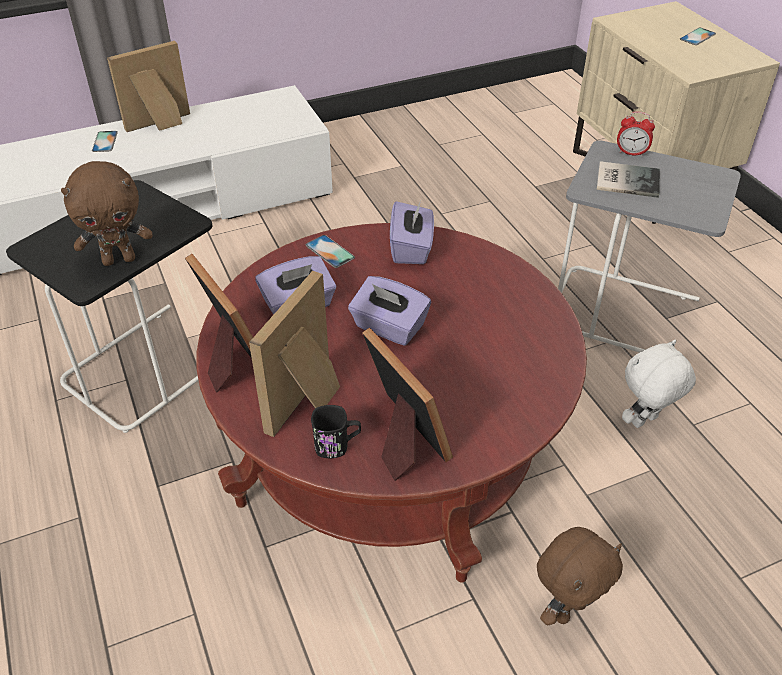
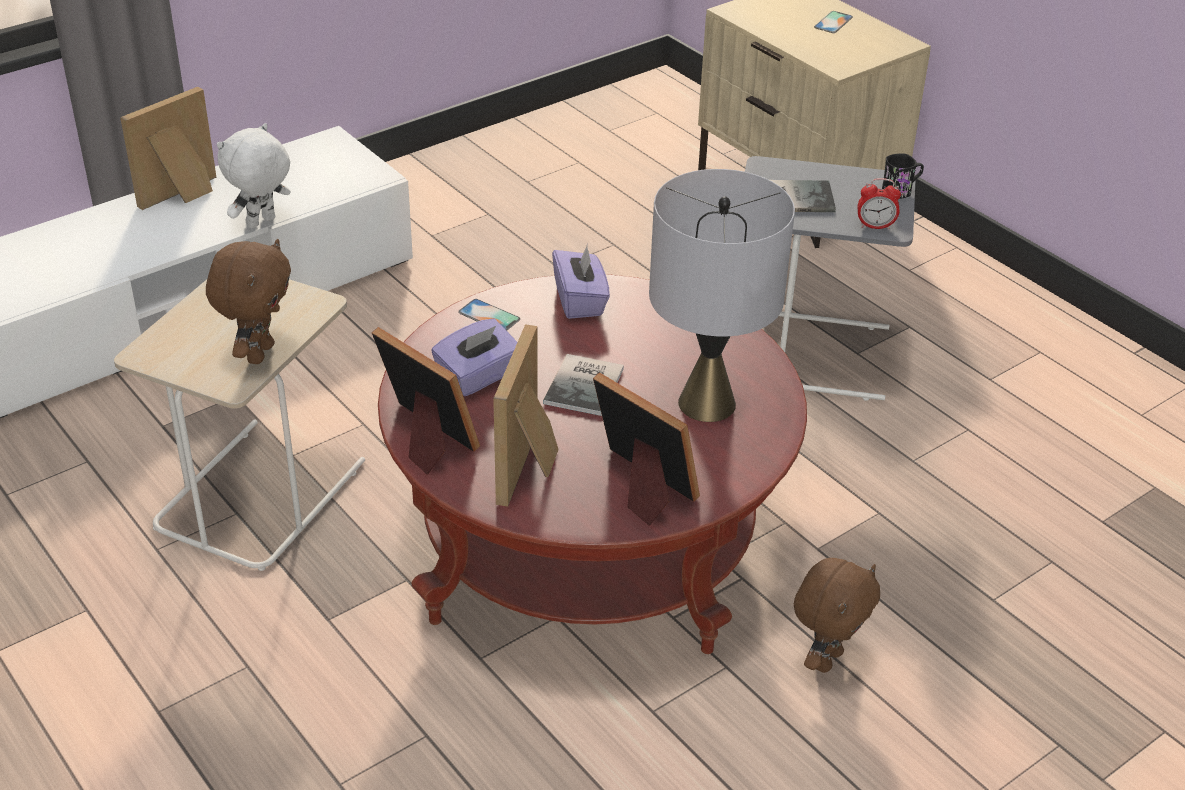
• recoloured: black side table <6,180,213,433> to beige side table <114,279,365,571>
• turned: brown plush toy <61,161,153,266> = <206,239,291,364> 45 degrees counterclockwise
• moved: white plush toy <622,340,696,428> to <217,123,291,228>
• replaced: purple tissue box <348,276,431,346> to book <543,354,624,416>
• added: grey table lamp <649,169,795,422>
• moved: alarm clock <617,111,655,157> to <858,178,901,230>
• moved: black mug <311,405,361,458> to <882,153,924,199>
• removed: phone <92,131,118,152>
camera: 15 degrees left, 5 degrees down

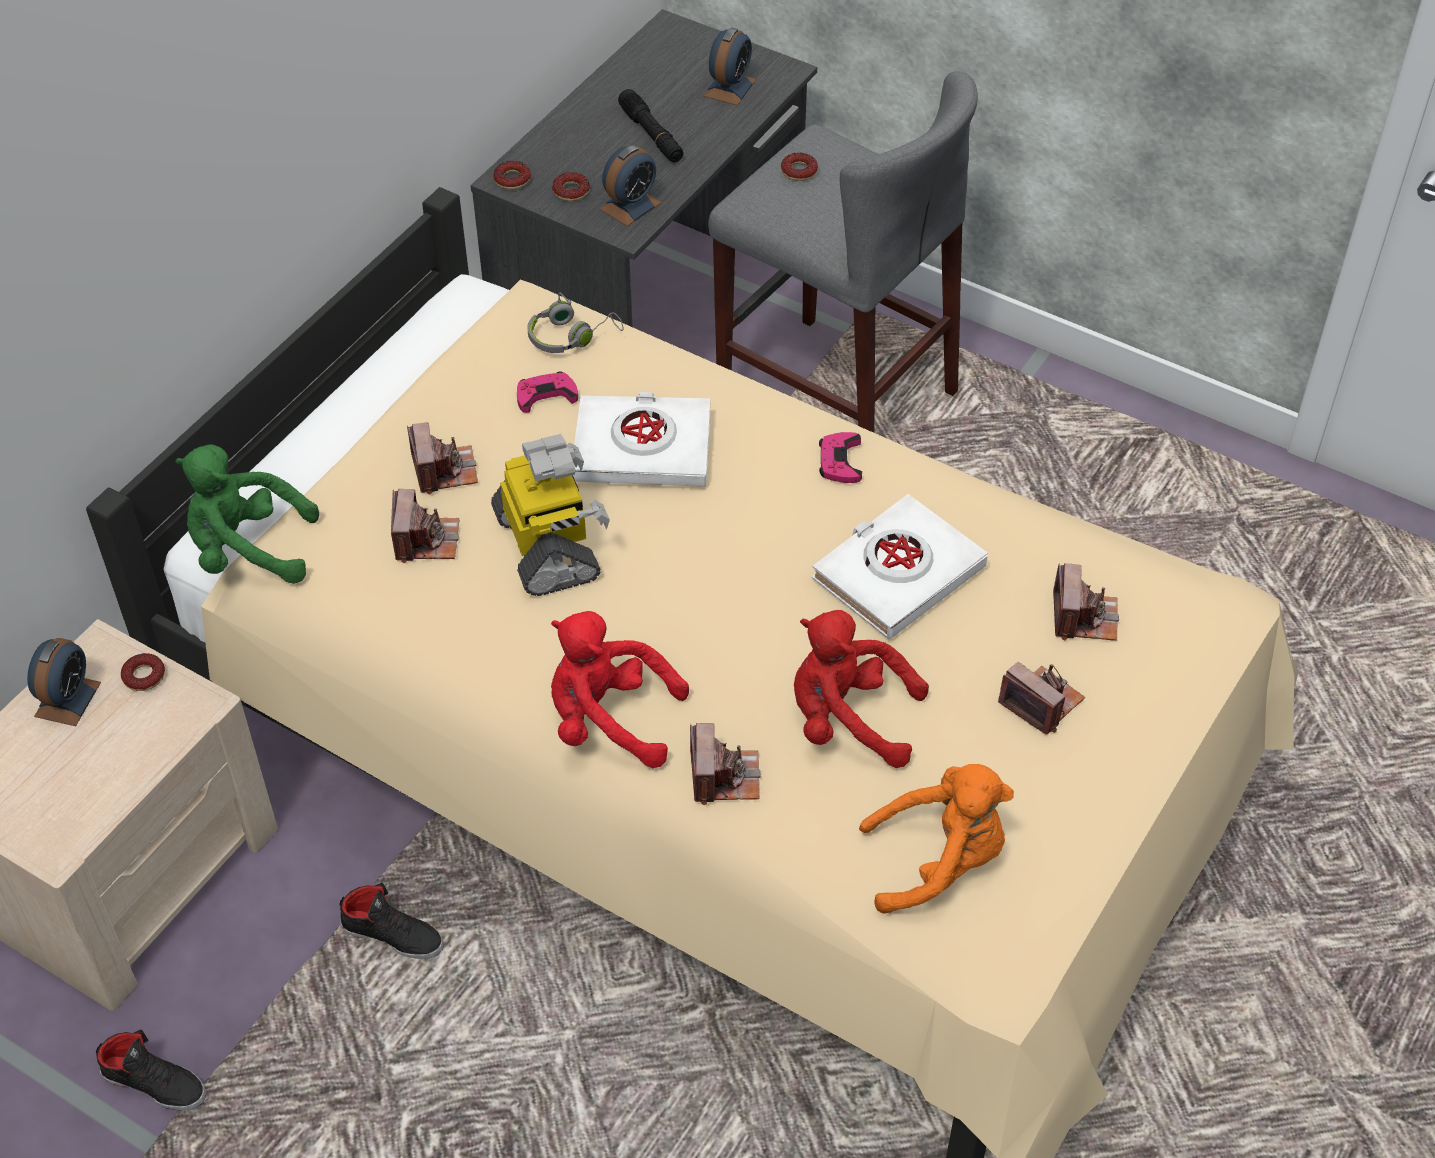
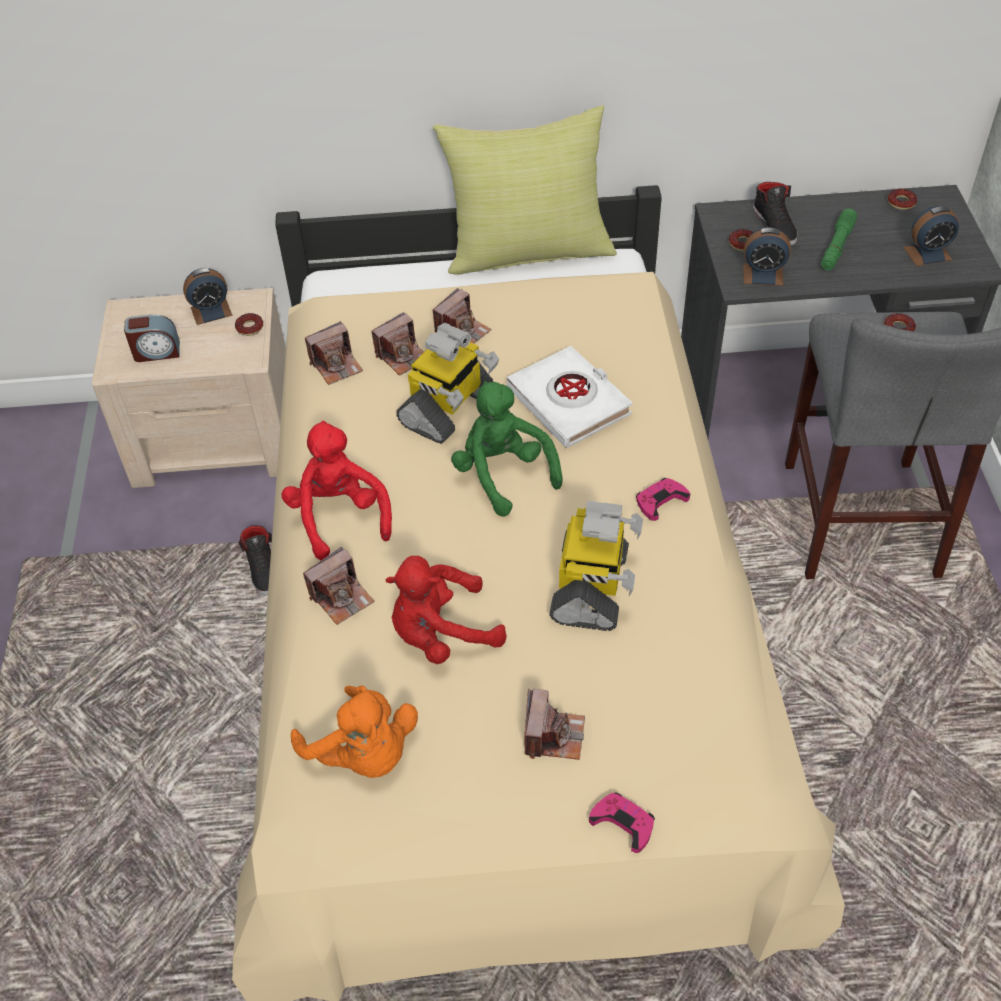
• added: alarm clock <124,314,180,362>
• moved: photo camera <1053,563,1119,641> to <305,321,363,385>
• turned: red plush toy <794,610,929,768> = <386,556,507,664> 90 degrees counterclockwise
• added: yellow pillow <433,105,617,274>
• moved: green plush toy <175,444,319,584> to <451,381,563,517>
• replaced: white book <811,494,988,639> to toy robot <550,501,643,631>
• moved: pink game controller <517,371,578,413> to <589,793,655,853>
• moved: black shoe <96,1029,206,1110> to <753,182,798,246>
• recoloured: black flashlight <618,89,683,162> to green flashlight <821,208,857,270>
• moved: donut <493,161,531,190> to <888,188,917,210>
• removed: grey headphones <527,293,624,353>
camera: 55 degrees right, 0 degrees up

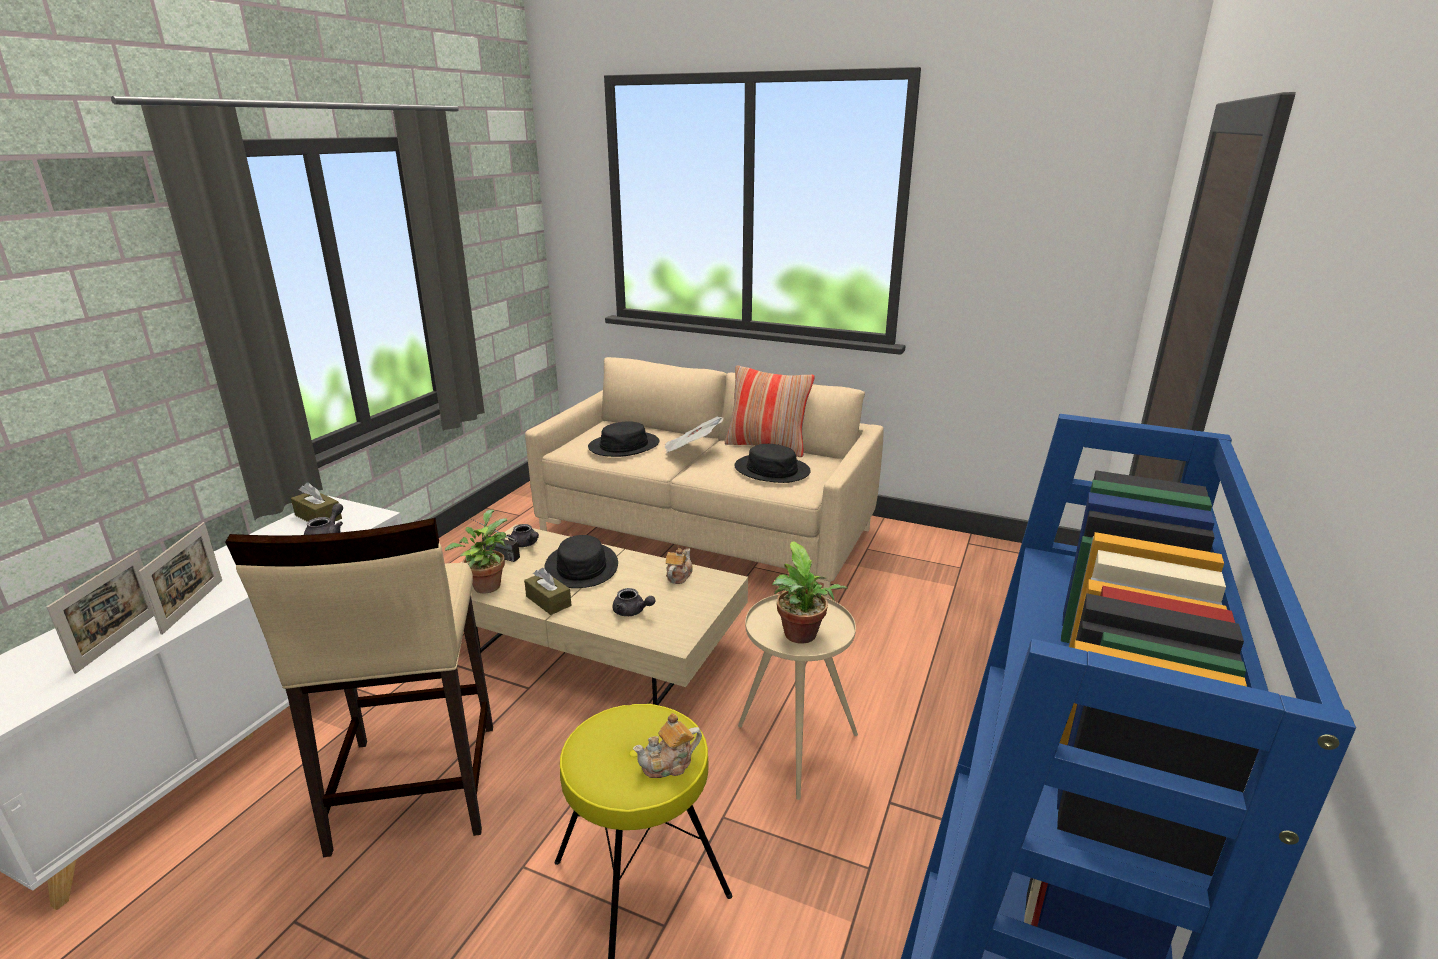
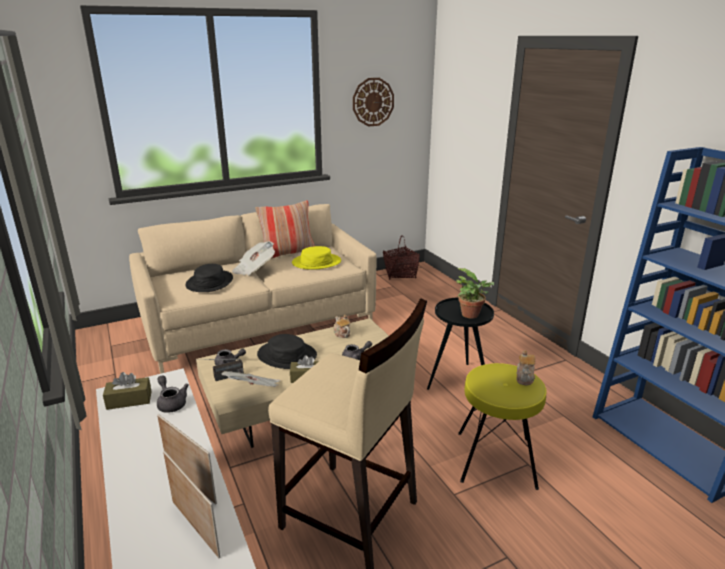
• replaced: potted plant <445,510,507,594> to newspaper <222,371,281,387>
• recoloured: black hat <734,444,811,483> to yellow hat <292,246,341,270>
• added: wall clock <353,78,394,127>
• added: basket <383,235,420,280>
• recoloured: beige side table <738,594,858,800> to black side table <427,297,494,390>
camera: 50 degrees left, 0 degrees up

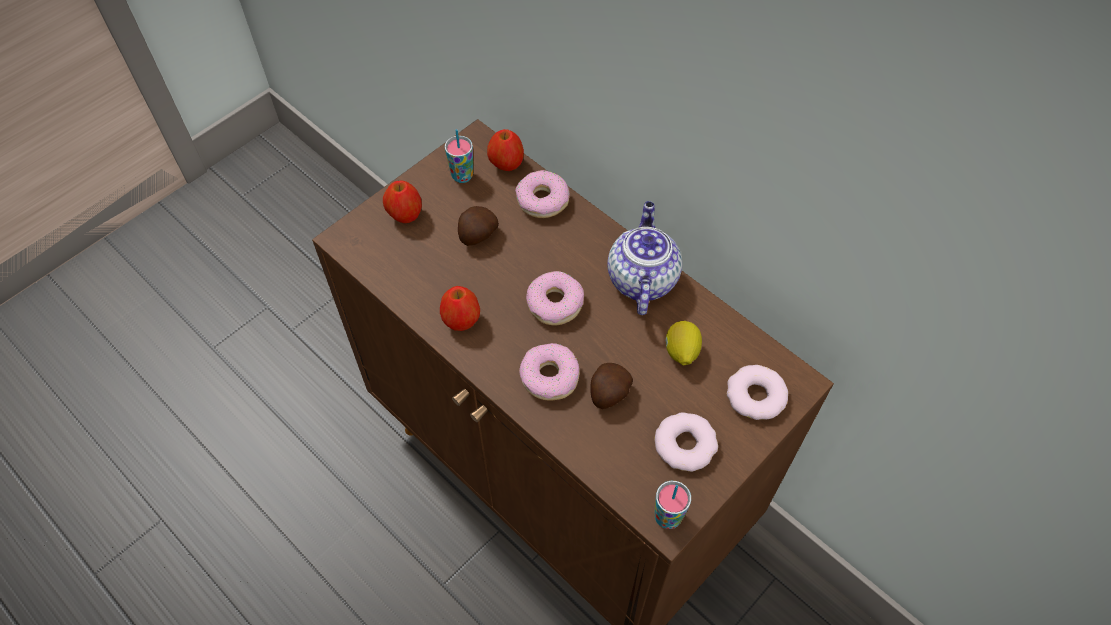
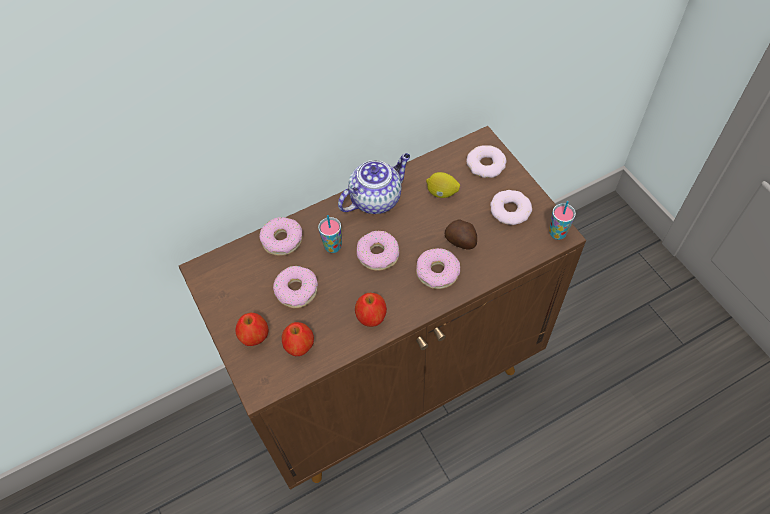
• replaced: potato <458,206,499,246> to donut <273,266,318,308>
• moved: apple <487,129,524,171> to <282,322,314,356>
• moved: cup <445,129,473,183> to <318,215,342,253>
• turned: teapot <608,201,682,315> = <338,153,410,214> 120 degrees clockwise
camera: 70 degrees left, 0 degrees up

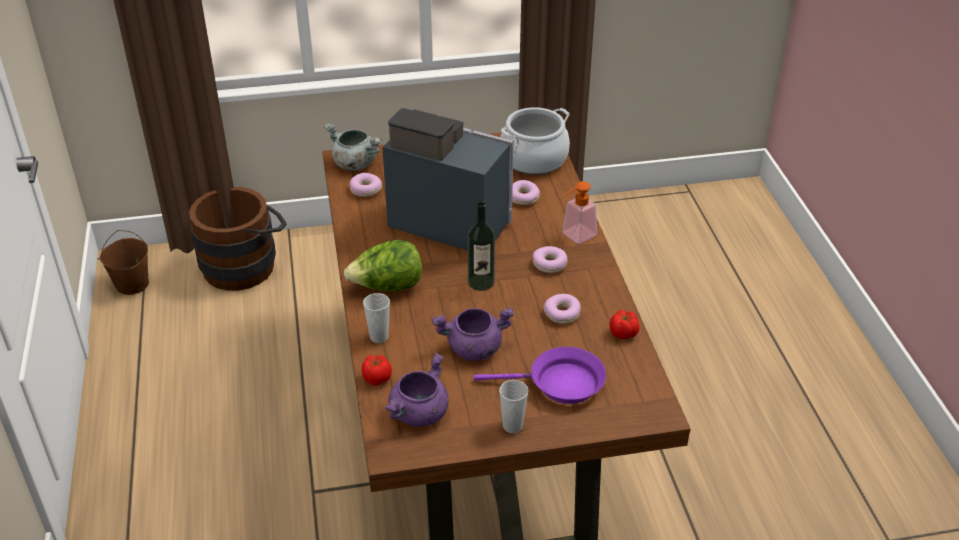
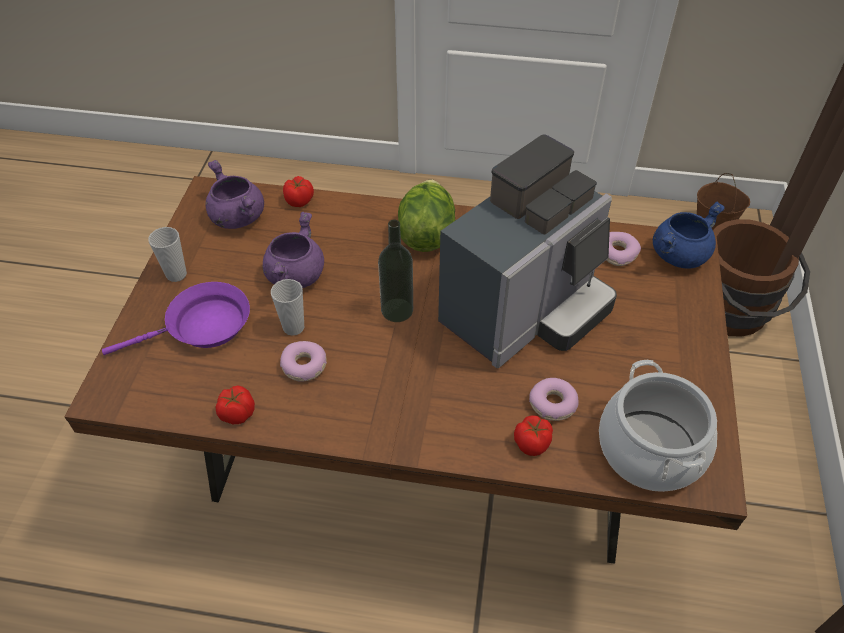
• turned: purple frying pan <474,347,606,404> = <102,282,250,355> 135 degrees counterclockwise
• moved: cup <363,293,390,343> to <271,279,304,336>
• added: tomato <514,415,553,456>
• recoloured: grey cooking pot <324,123,382,170> to blue cooking pot <653,202,725,269>
• removed: donut <533,246,568,273>
• removed: soap dispenser <562,181,597,244>
camera: 110 degrees right, 10 degrees up

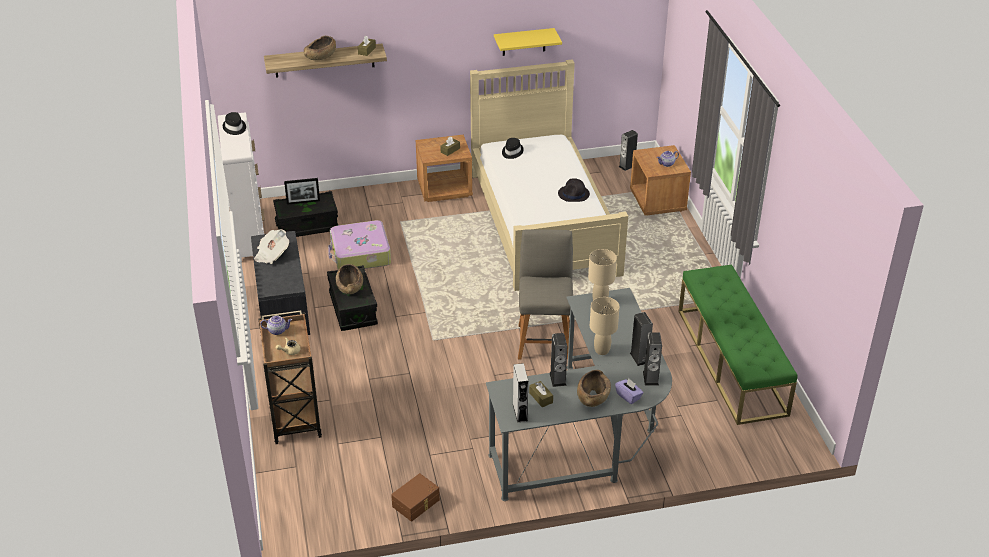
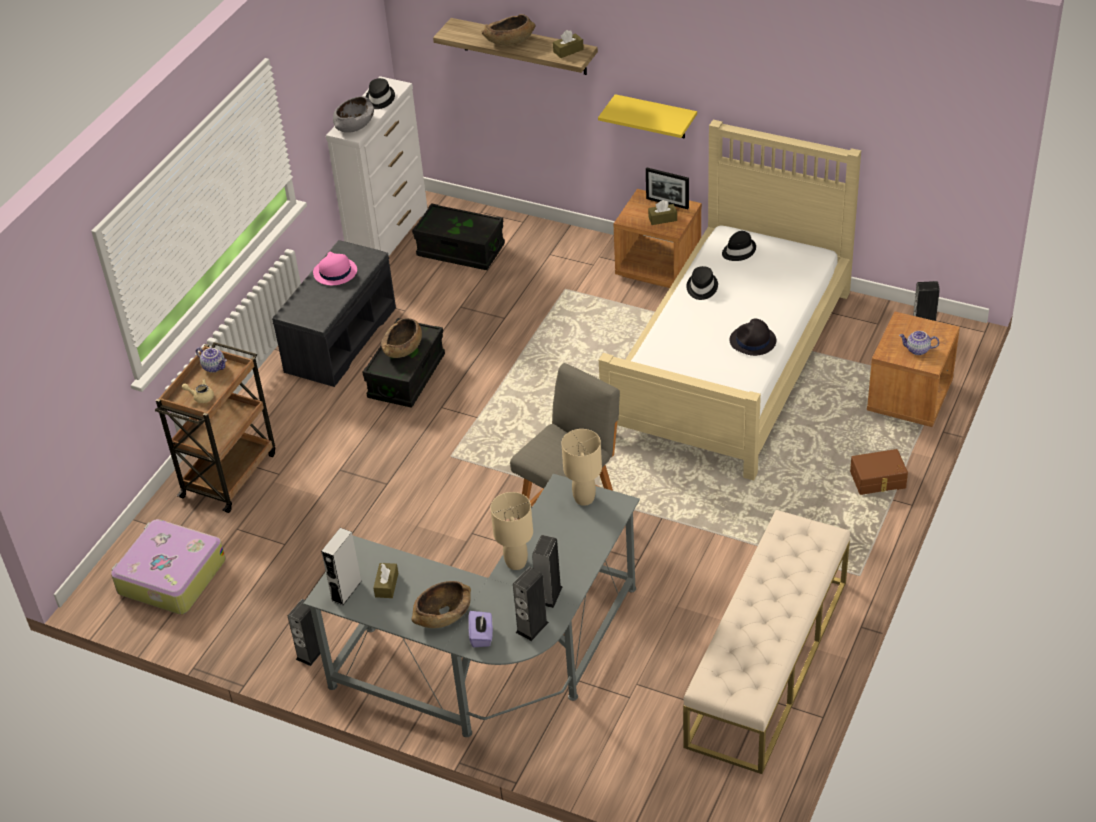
• moved: suitcase <328,220,391,270> to <111,519,226,614>
• moved: speaker <550,333,567,387> to <288,599,320,666>
• replaced: newspaper <254,229,289,264> to pink hat <313,252,357,285>
• added: grey bowl <333,96,374,133>
• moved: yellow shelf <494,28,562,56> to <598,94,697,139>
• moved: picture frame <284,178,320,205> to <646,168,689,209>
• recoloured: green bench <678,265,798,425> to beige bench <683,510,850,774>
• added: black hat <687,266,718,300>
• moved: brown storage box <391,473,440,521> to <850,449,908,495>
camera: 40 degrees right, 5 degrees up

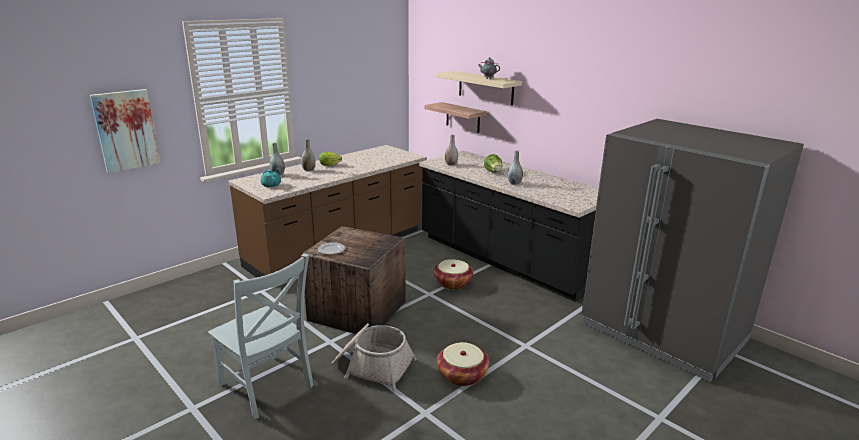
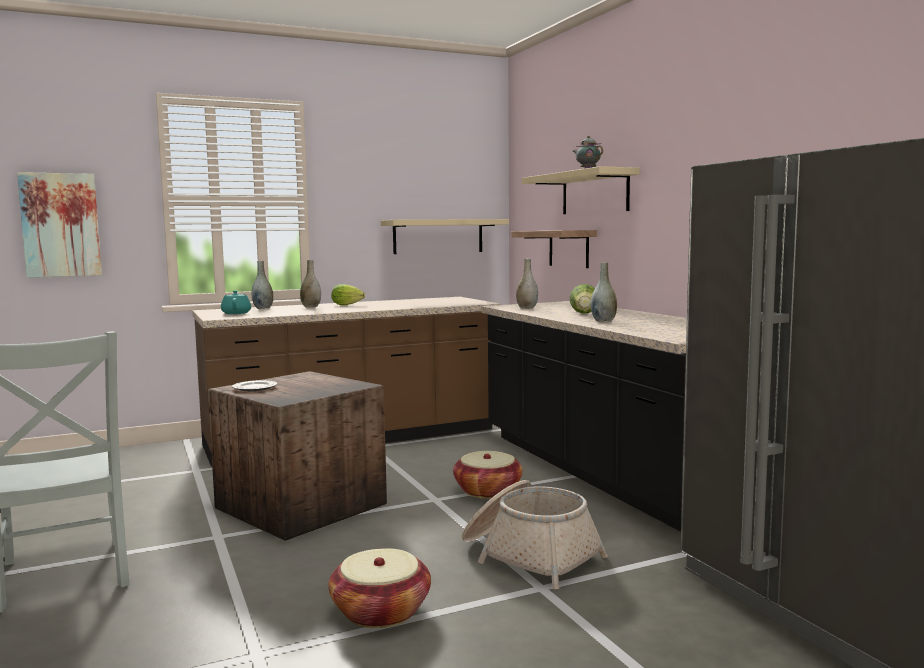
• added: beige shelf <381,219,509,254>
• moved: basket <332,323,417,392> to <462,480,608,589>
camera: 20 degrees right, 15 degrees down

